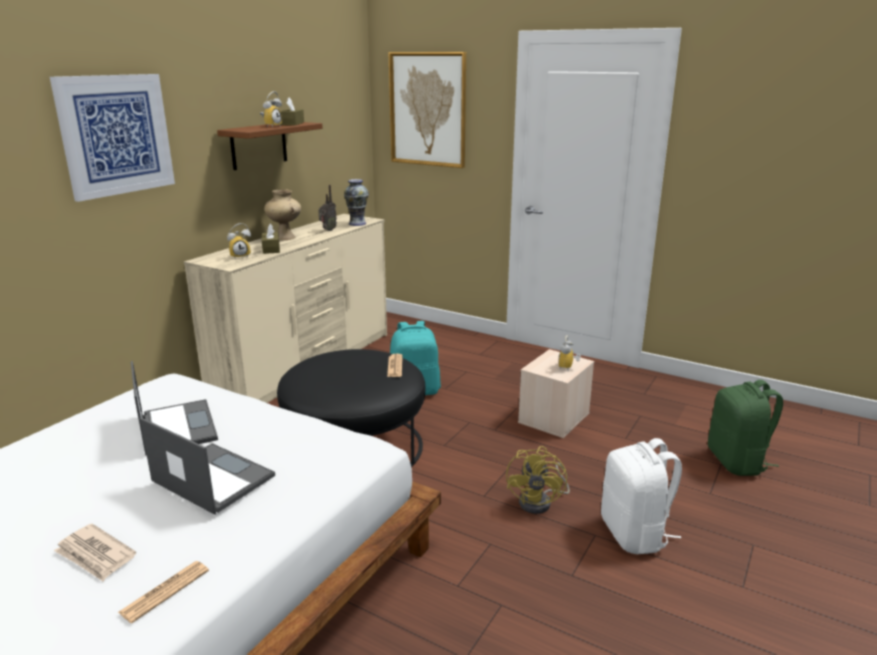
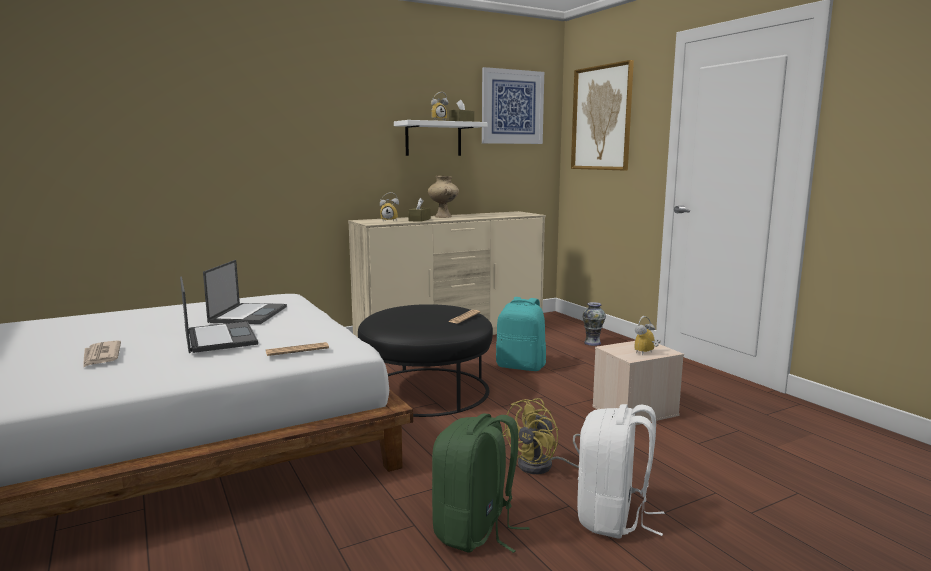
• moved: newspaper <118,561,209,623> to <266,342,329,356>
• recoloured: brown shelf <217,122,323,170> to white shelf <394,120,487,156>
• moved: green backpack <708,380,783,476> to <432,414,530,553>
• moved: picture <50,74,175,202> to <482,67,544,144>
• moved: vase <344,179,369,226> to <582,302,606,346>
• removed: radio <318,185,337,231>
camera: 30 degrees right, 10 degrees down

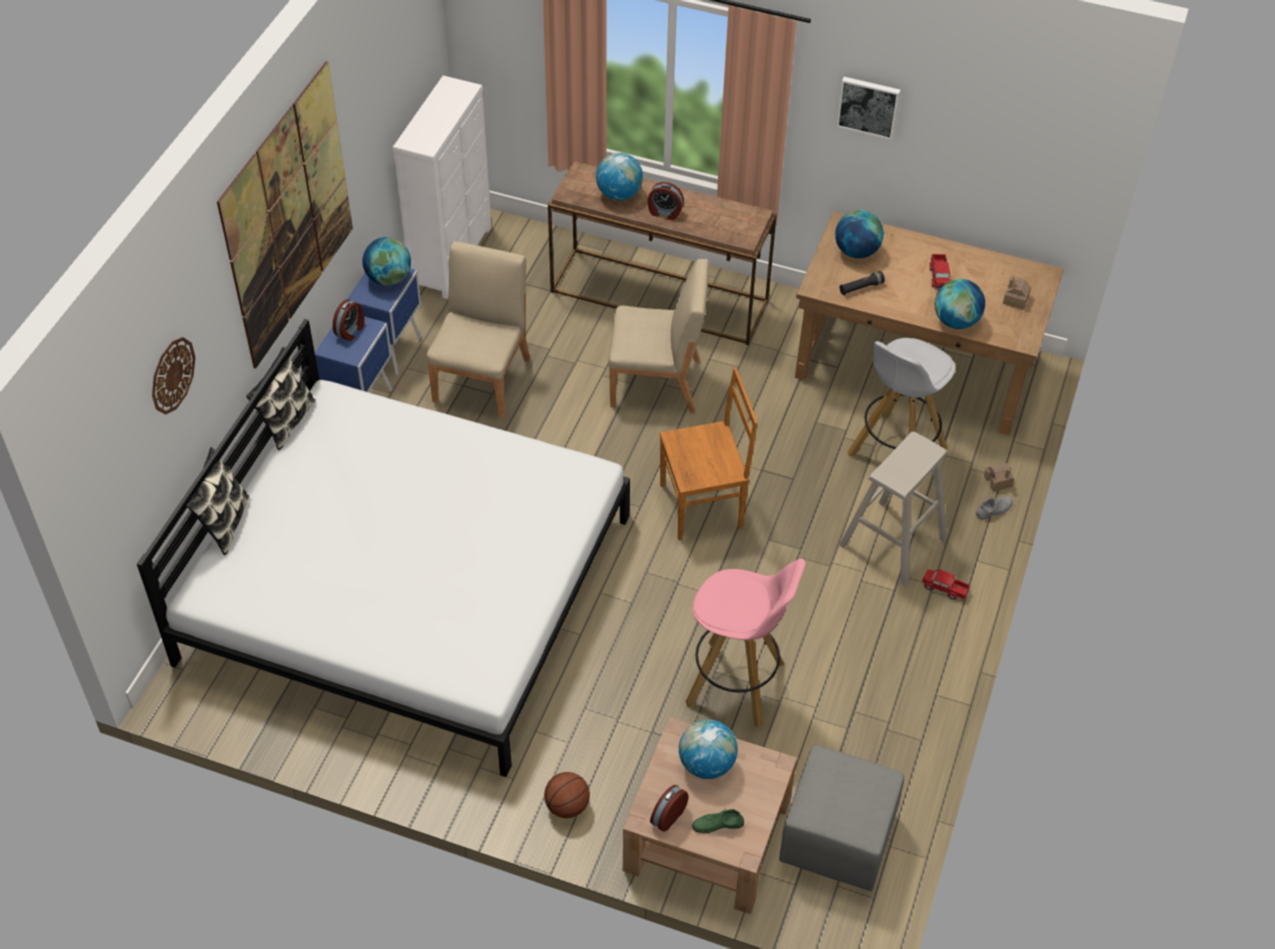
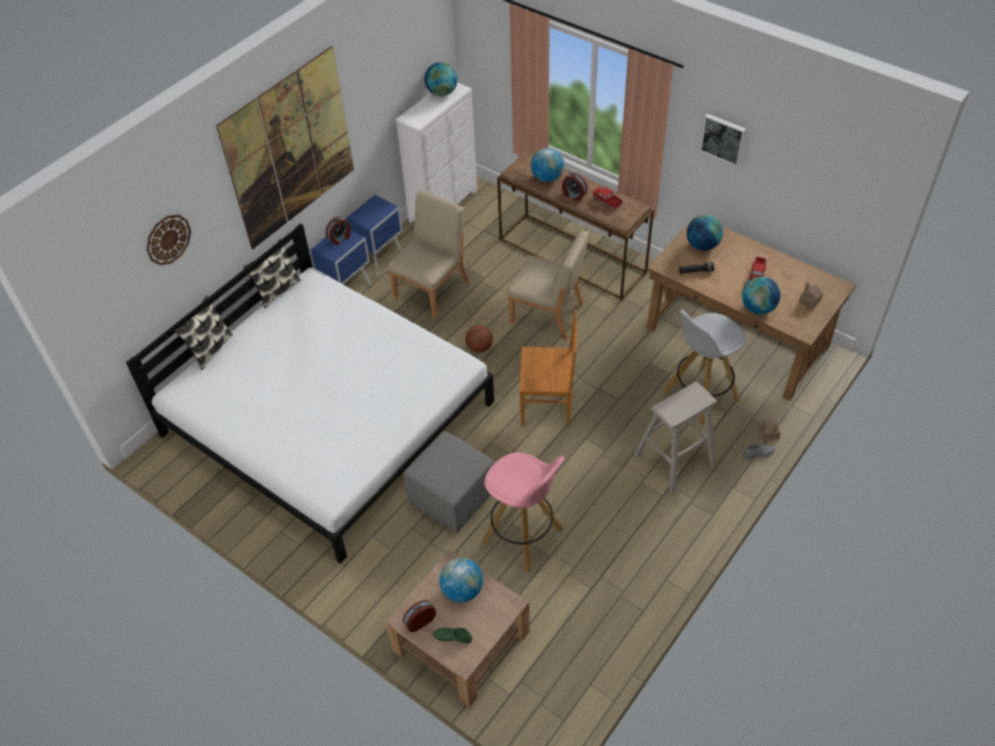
• moved: grey ottoman <779,745,904,891> to <404,431,494,533>
• moved: globe <362,237,411,286> to <425,62,457,96>
• moved: basketball <544,772,590,818> to <466,325,493,353>
• moved: toy truck <921,569,970,600> to <593,187,622,209>
camera: 20 degrees right, 0 degrees up

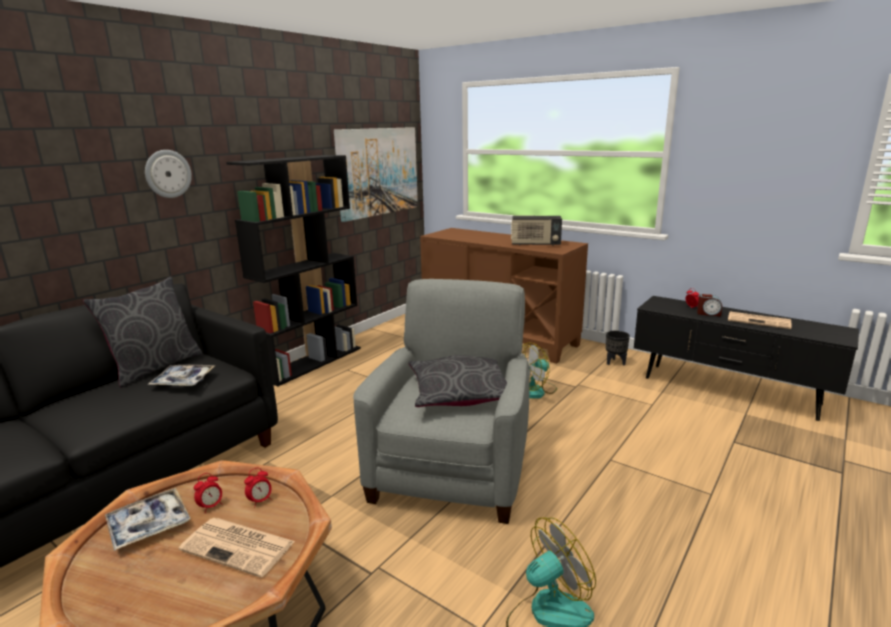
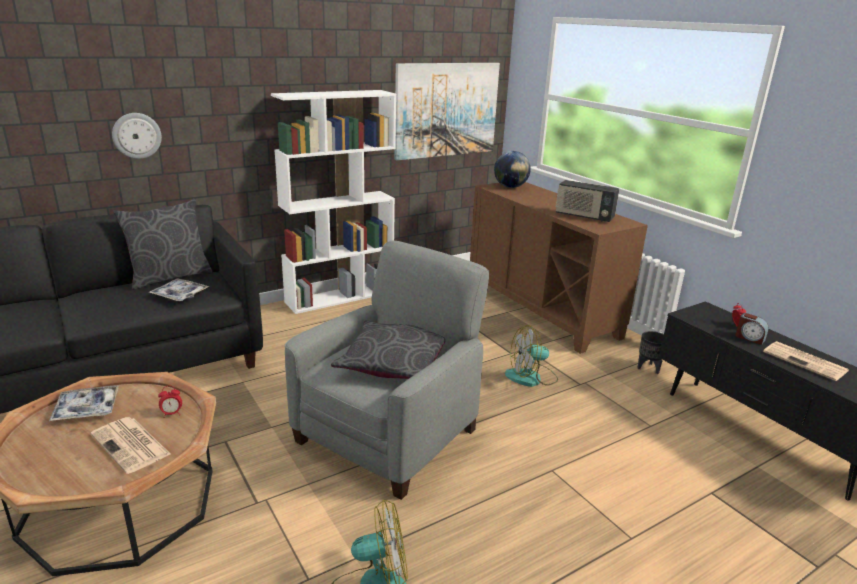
• moved: wall clock <145,150,192,198> to <112,113,162,159>
• recoloured: black bookcase <226,155,361,387> to white bookcase <271,90,396,314>
• added: globe <494,151,531,188>
• removed: alarm clock <194,473,223,513>
camera: 20 degrees right, 5 degrees up

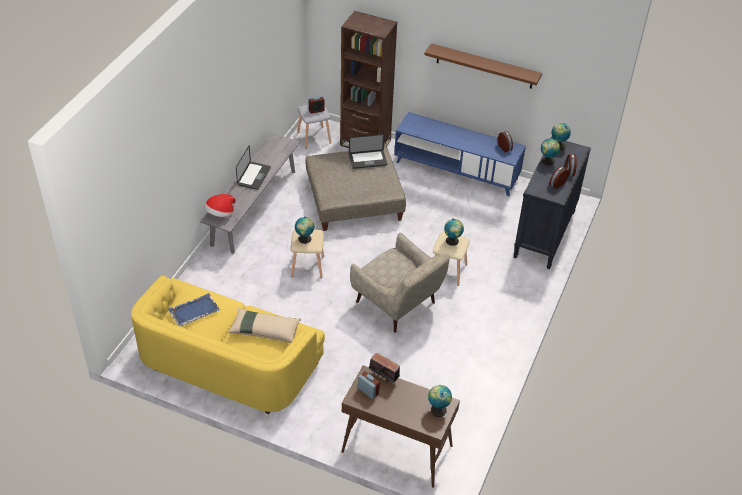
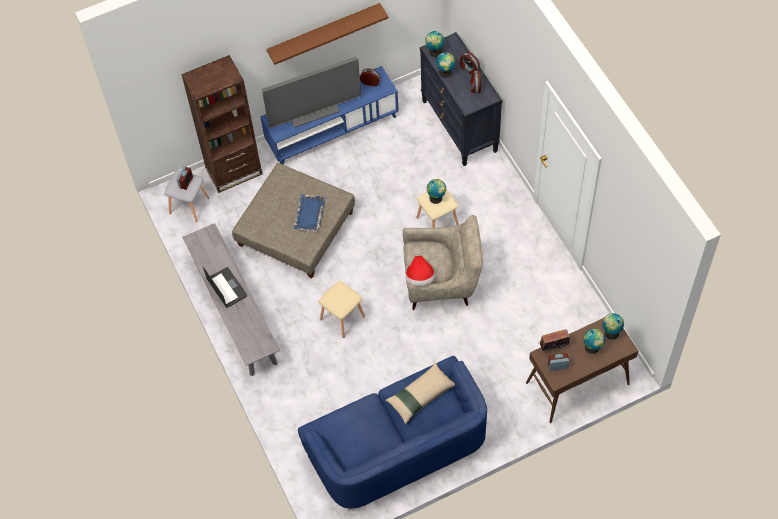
• added: television <262,57,361,129>
• moved: blue tray <168,293,220,326> to <294,194,326,232>
• recoloured: yellow sofa <131,276,325,414> to blue sofa <298,356,487,508>
• moved: hat <204,194,236,217> to <406,256,435,286>
• moved: globe <295,216,314,244> to <584,328,605,354>
• removed: laptop <349,134,387,169>
camera: 45 degrees left, 15 degrees up

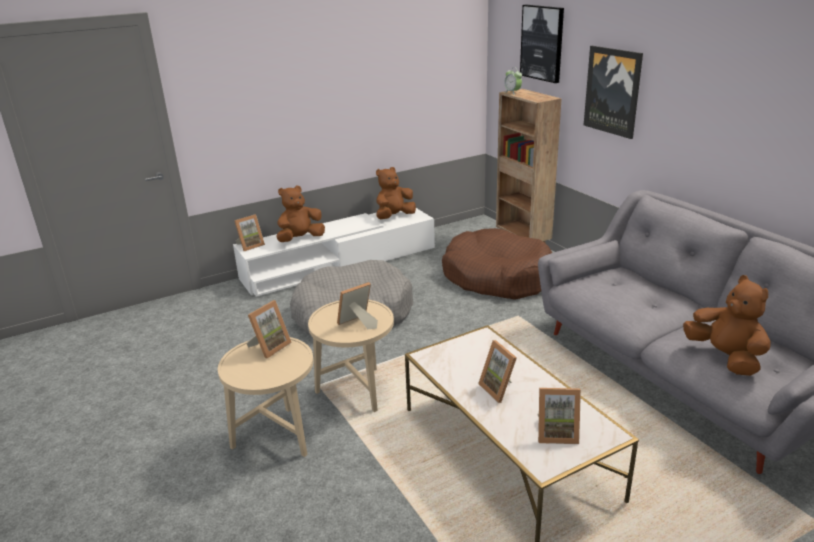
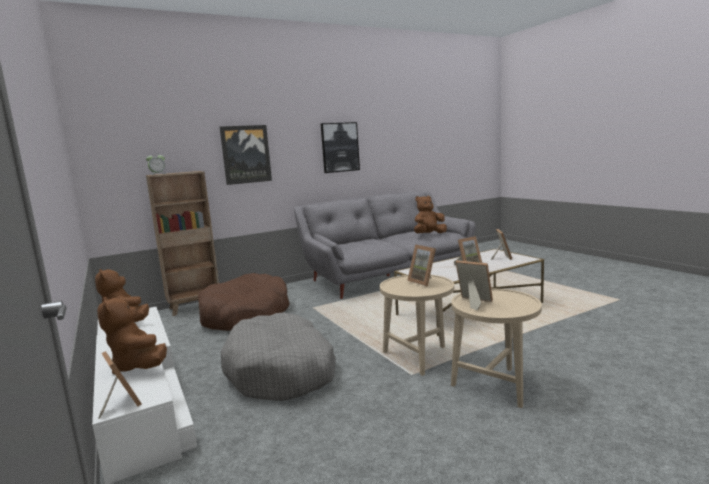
• moved: picture <520,5,564,83> to <321,122,360,173>
camera: 90 degrees left, 15 degrees down

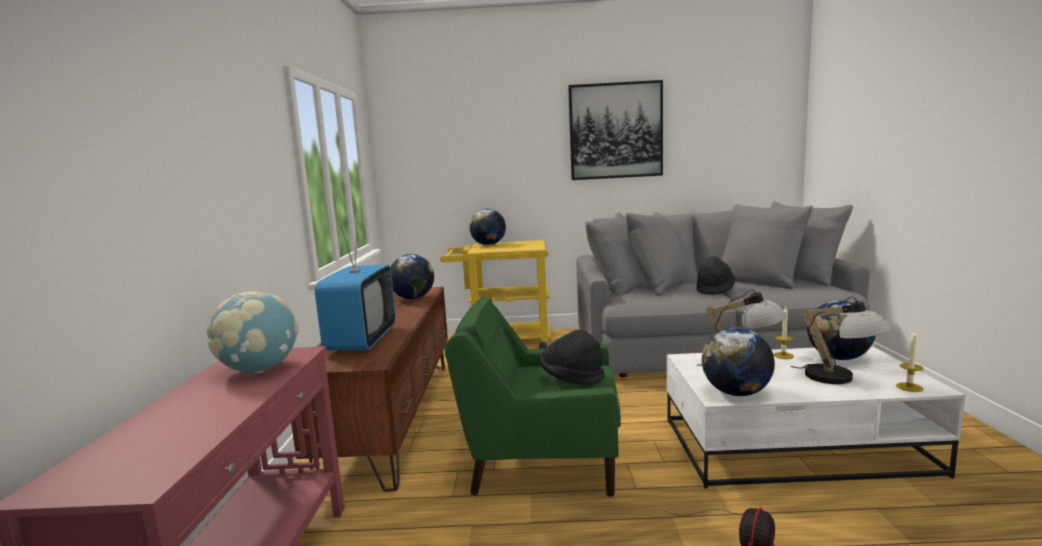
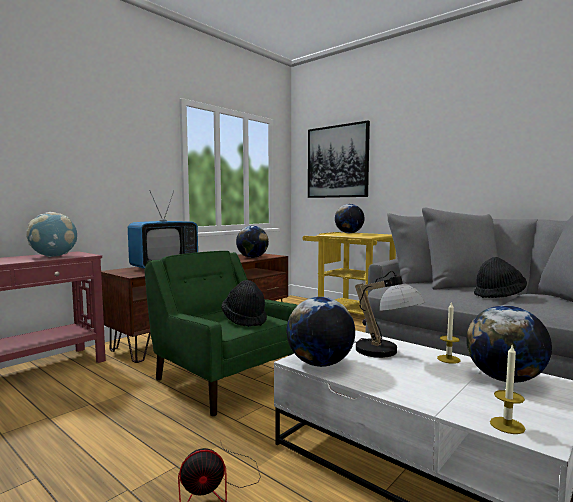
• moved: picture <568,80,663,180> to <308,121,370,198>
• removed: table lamp <791,297,892,384>
camera: 40 degrees right, 5 degrees down

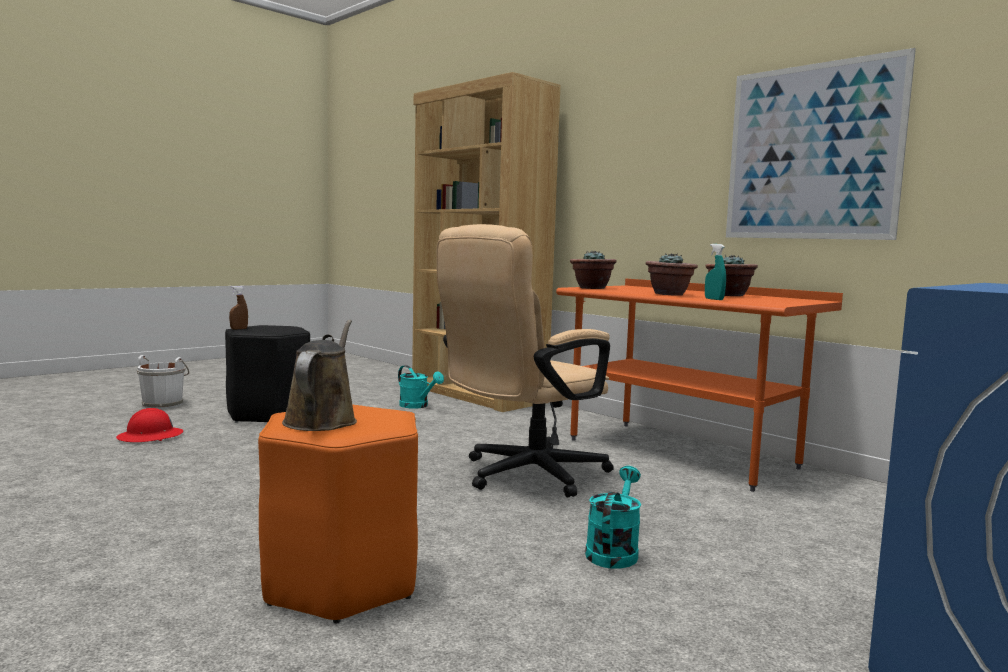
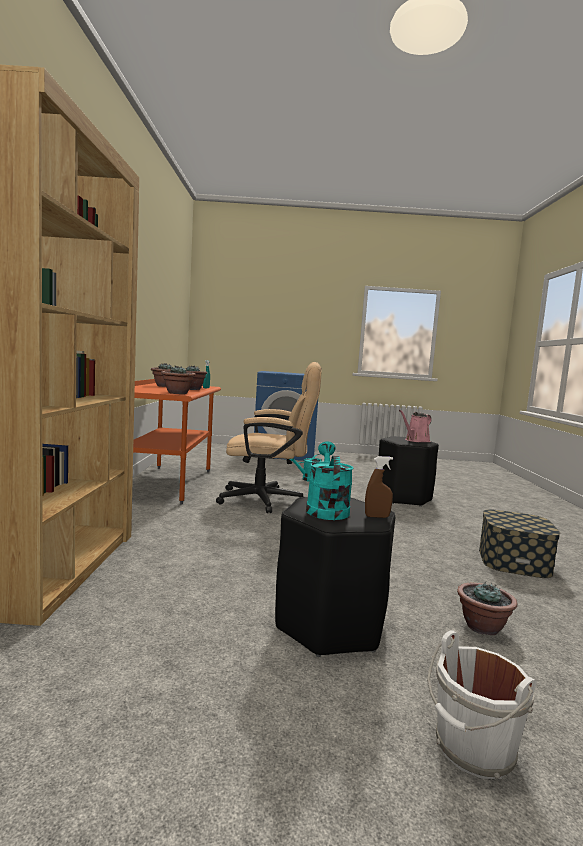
• moved: turquoise watering can <398,365,444,409> to <306,441,354,520>
• recoloured: orange stool <258,404,418,623> to black stool <379,436,439,507>
• recoloured: brown watering can <282,320,357,431> to pink watering can <399,410,432,442>
• replaced: red hard hat <116,408,183,442> to potted plant <457,582,517,635>
• added: storage box <479,509,560,578>
• removed: picture <726,48,916,240>
camera: 135 degrees left, 0 degrees up

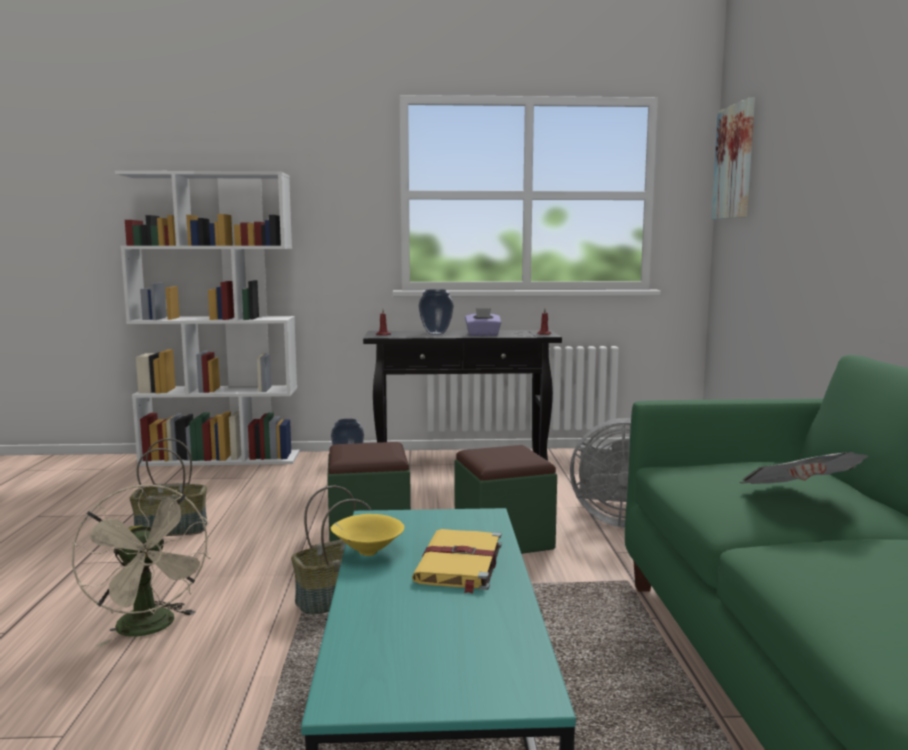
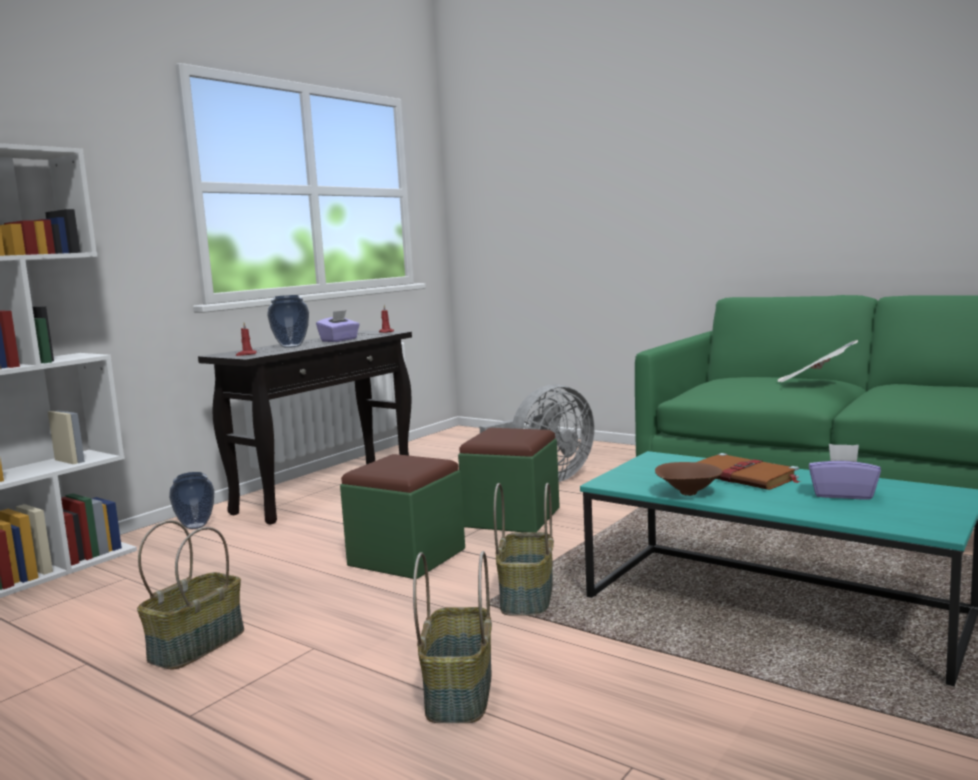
• replaced: beige fan <72,484,211,647> to basket <413,551,492,723>
• recoloured: yellow bowl <330,514,404,556> to brown bowl <655,462,722,496>
• recoloured: yellow book <412,529,502,594> to brown book <698,453,801,490>
• added: purple tissue box <809,444,881,500>
• removed: picture <711,98,755,220>
camera: 50 degrees left, 0 degrees up

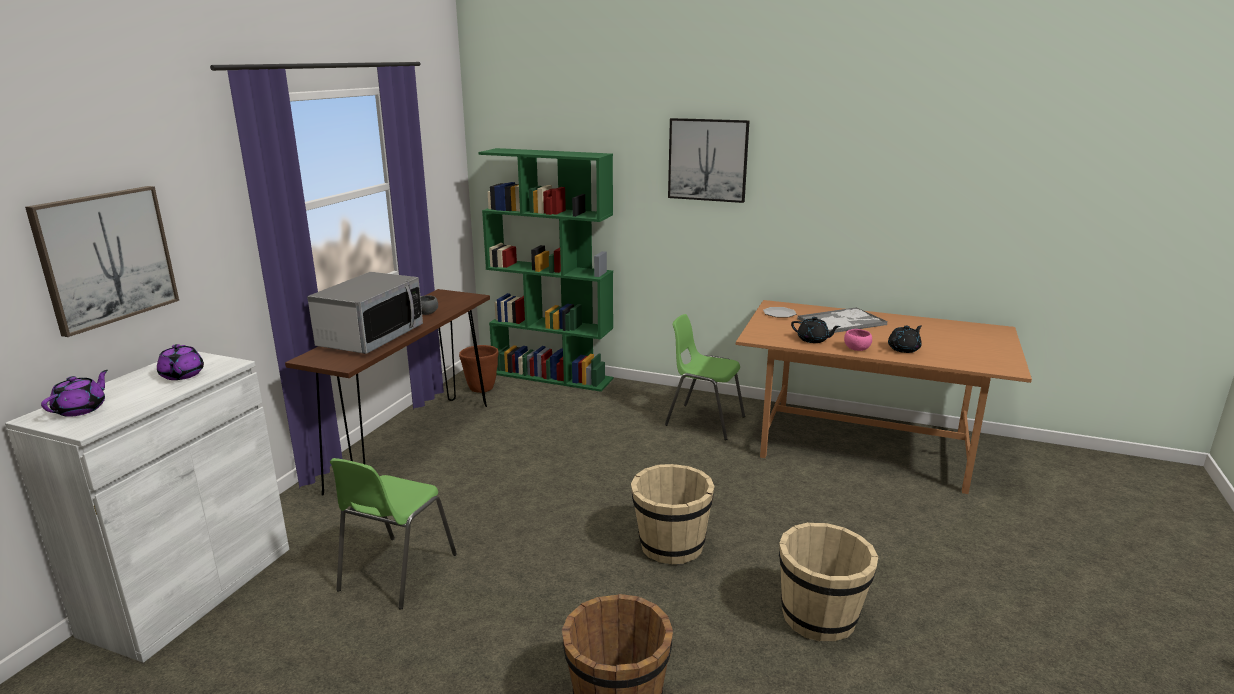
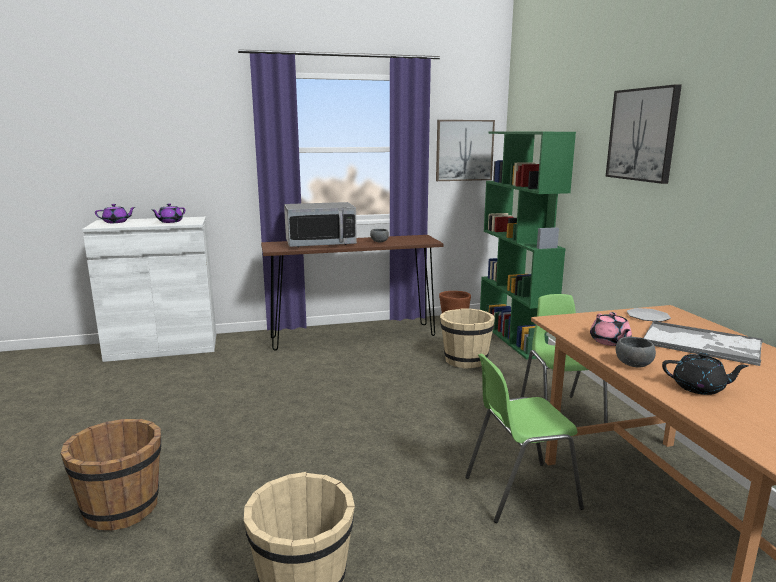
• moved: picture <25,186,179,337> to <436,120,495,181>
• moved: beige bucket <631,464,715,564> to <440,309,495,368>
• moved: green chair <330,458,457,609> to <465,353,584,523>
• recoloured: black teapot <791,317,841,343> to pink teapot <590,312,632,346>
• recoloured: pink bowl <844,329,872,351> to grey bowl <616,337,656,367>
camera: 55 degrees right, 5 degrees down

